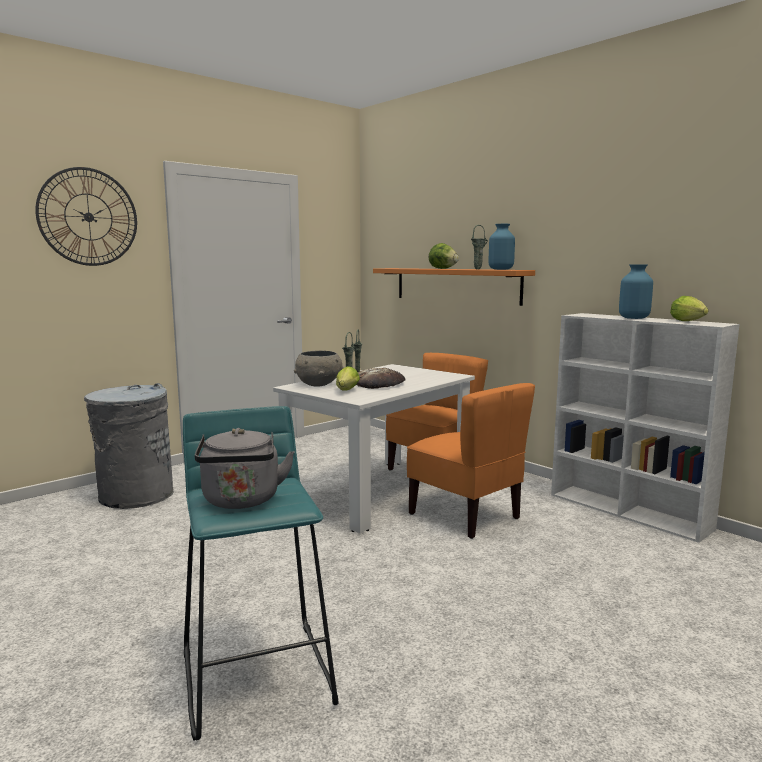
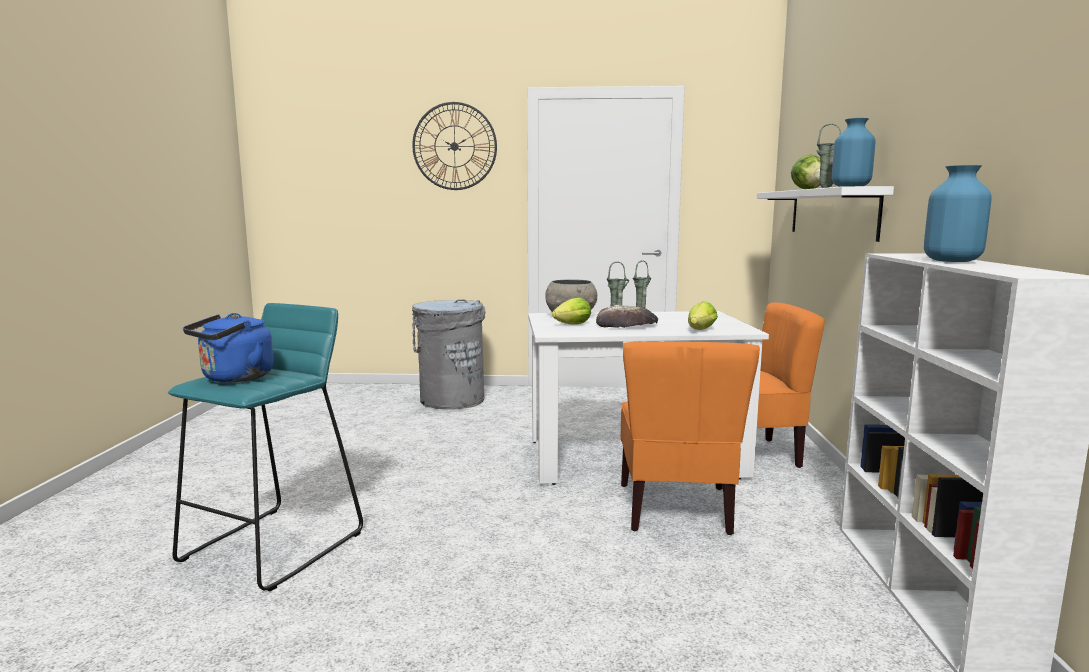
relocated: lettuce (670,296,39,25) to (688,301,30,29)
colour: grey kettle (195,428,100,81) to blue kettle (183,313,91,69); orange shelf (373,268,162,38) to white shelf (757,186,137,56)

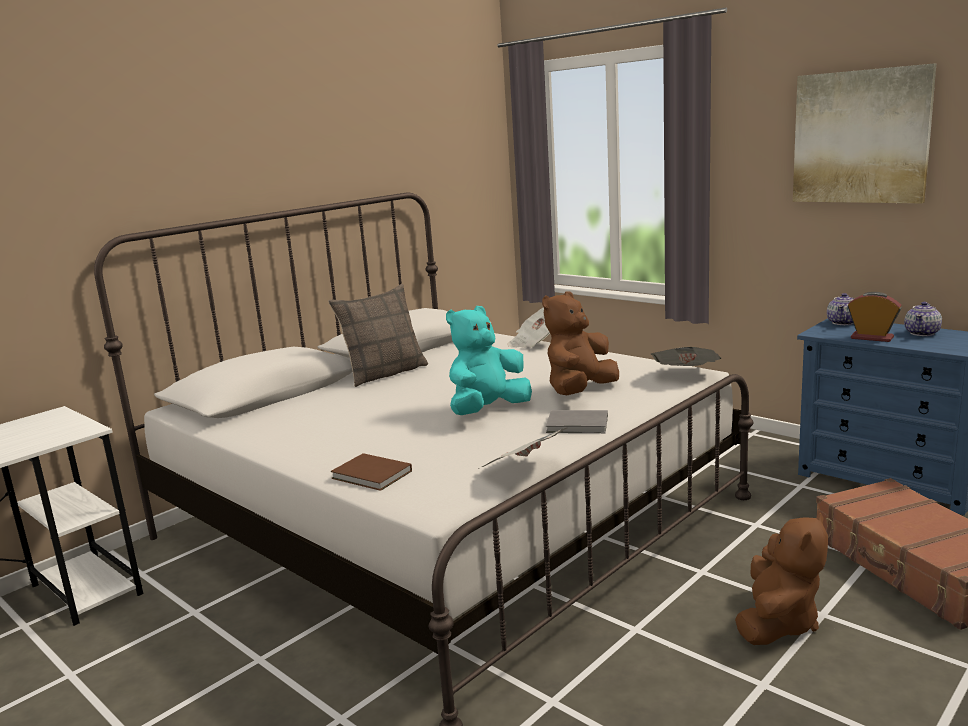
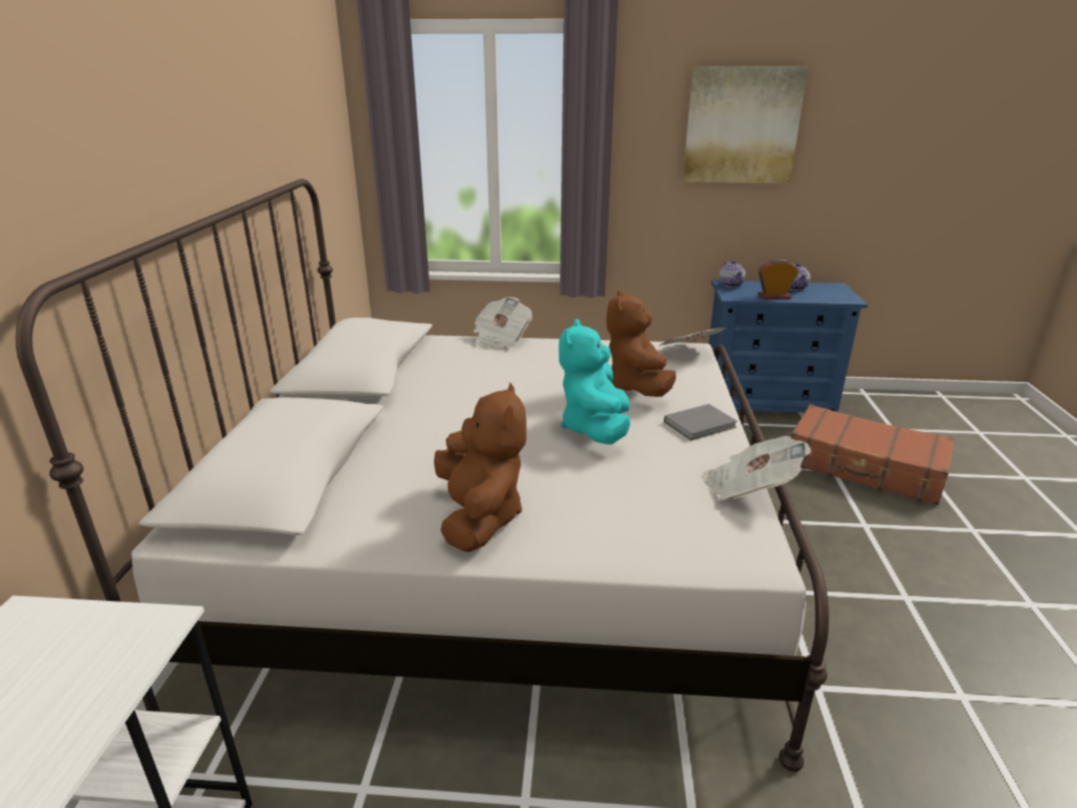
missing: pillow (328,284,100,103); brown book (331,453,81,38)
relocated: brown plush toy (735,512,93,133) to (434,383,93,169)

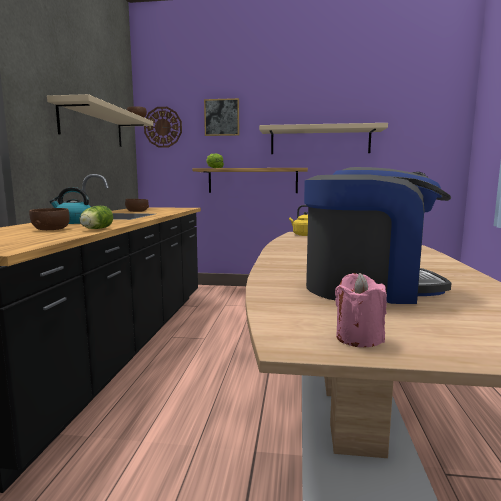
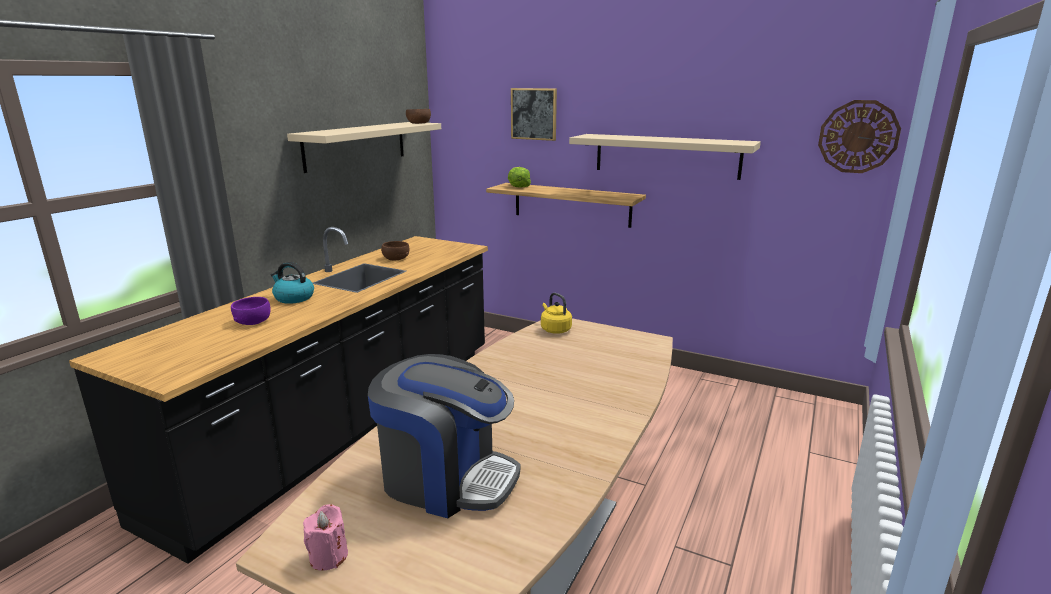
missing: lettuce (80,206,33,23)
relocated: wall clock (144,107,38,41) to (818,100,83,73)
colour: brown bowl (29,208,41,22) to purple bowl (231,297,40,28)

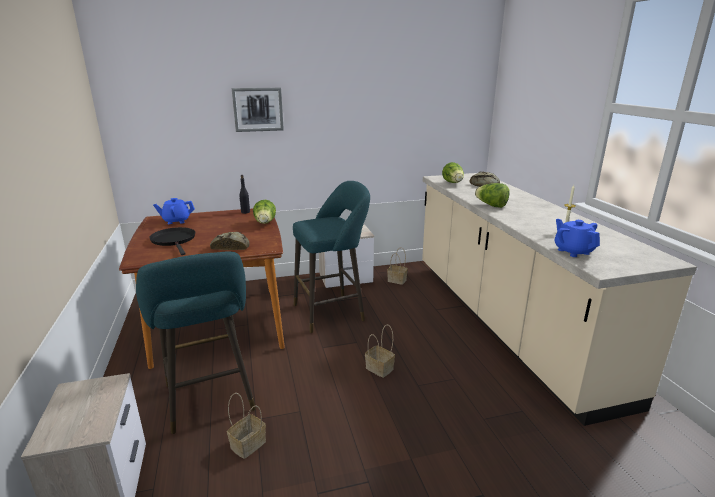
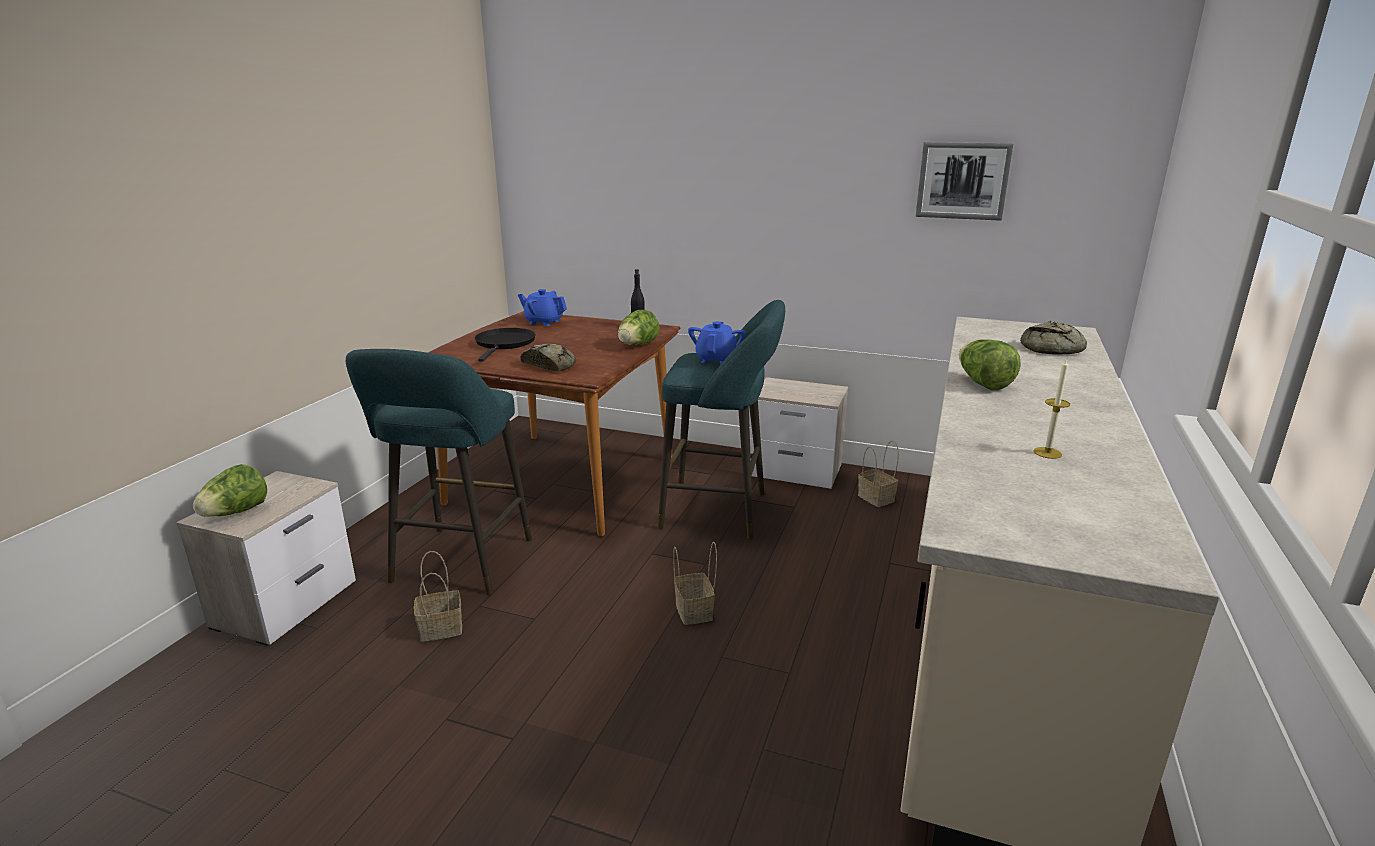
relocated: picture (232,88,52,44) to (916,142,97,79); lettuce (442,162,22,21) to (193,464,74,53); blue teapot (554,219,46,38) to (688,321,58,43)

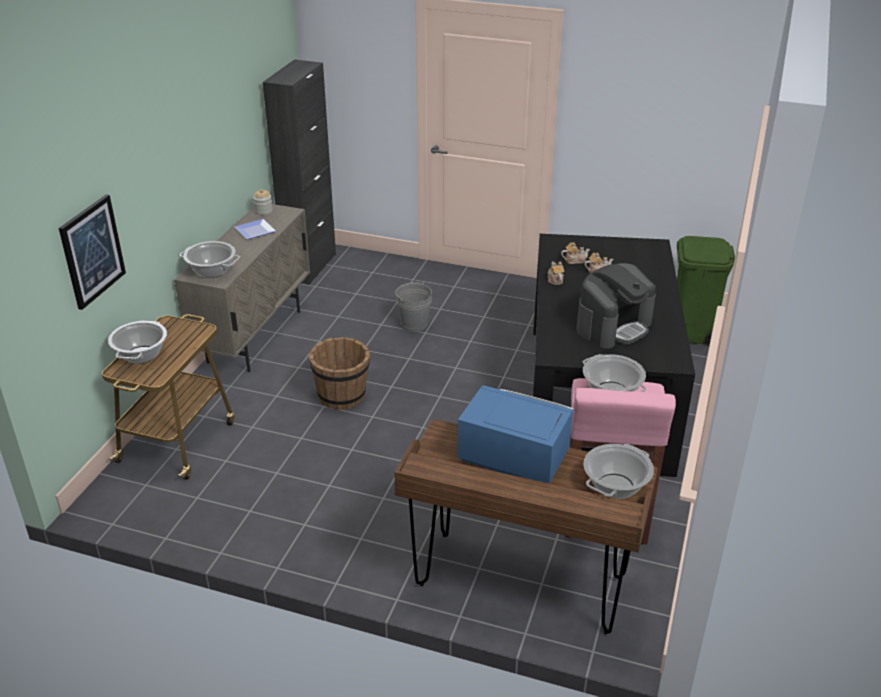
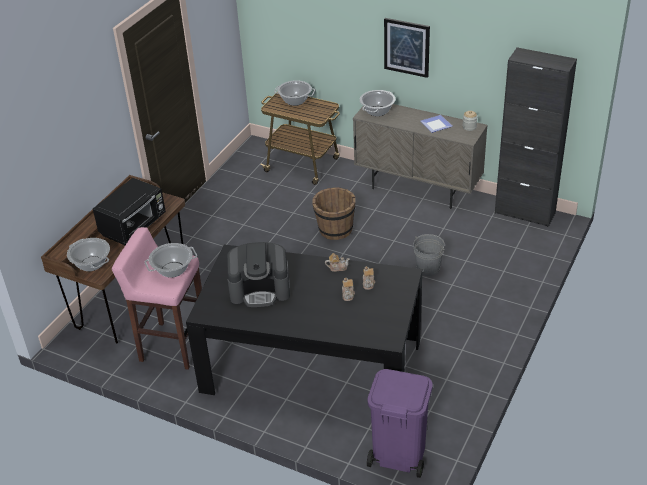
relocated: picture (59,194,67,116) to (384,18,46,60)
colour: blue microwave (457,385,117,98) to black microwave (93,178,73,67); green trash can (677,236,58,110) to purple trash can (367,369,66,109)
spun: coffee machine (577,263,79,86) = (227,242,63,65) 60 degrees counterclockwise

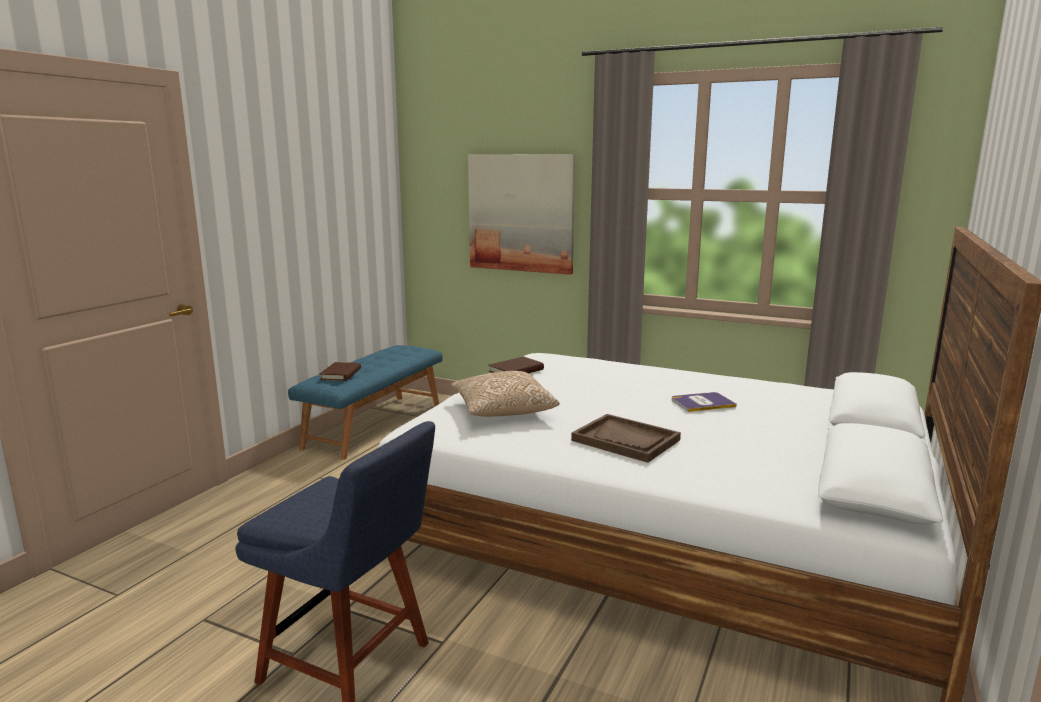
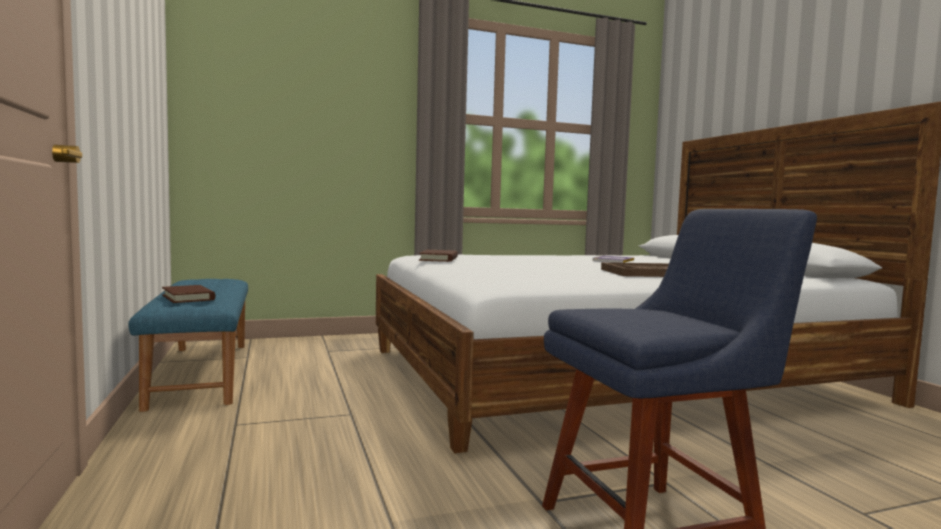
missing: pillow (451,371,108,46); picture (468,154,107,121)

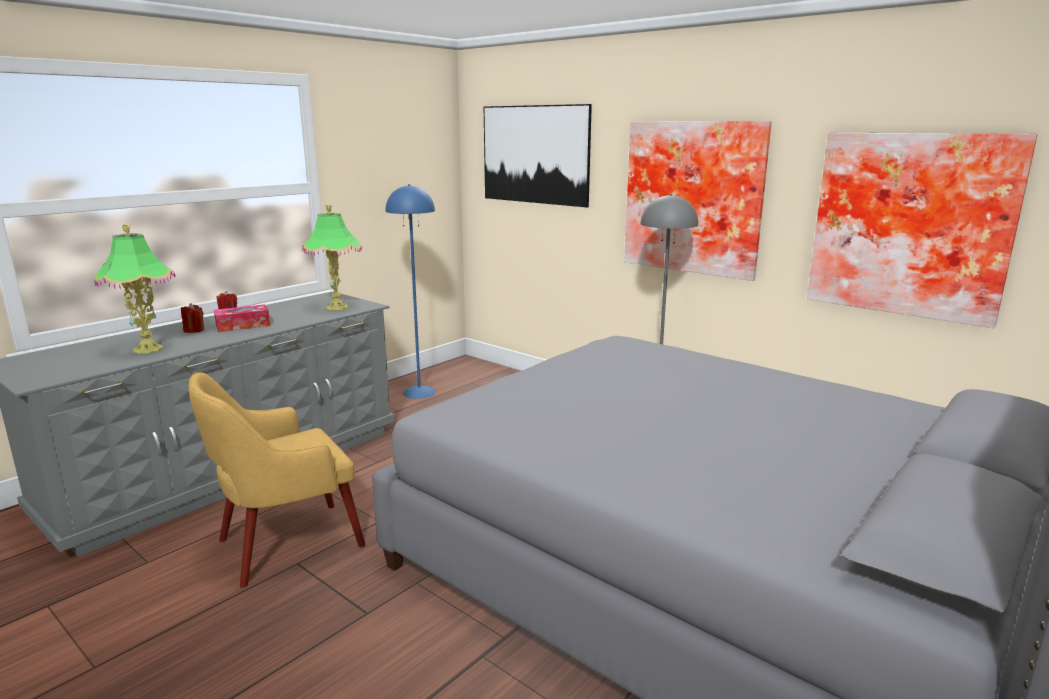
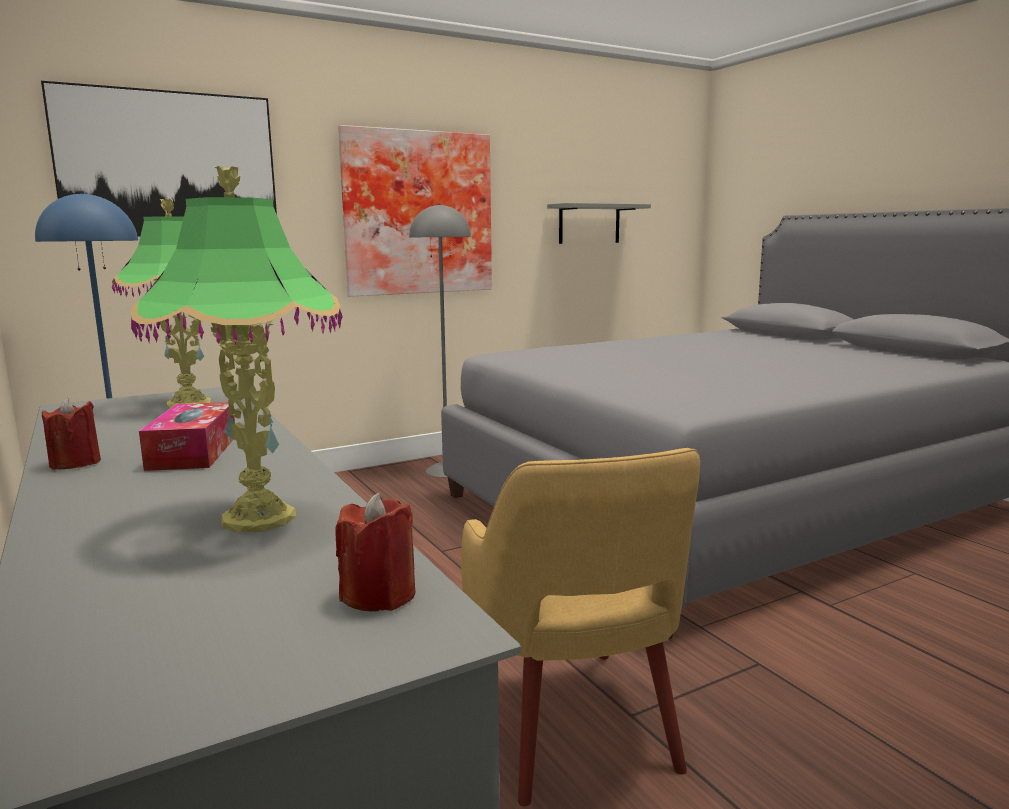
relocated: red candle (181,303,24,30) to (336,493,80,119)
exchanged: picture (807,133,230,195) to grey shelf (547,203,104,41)

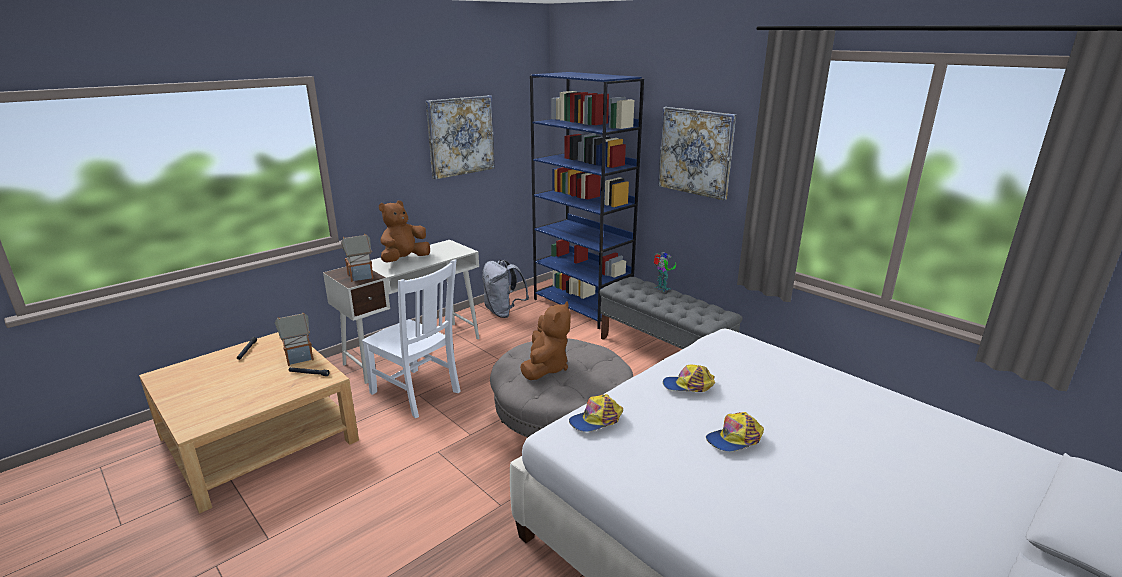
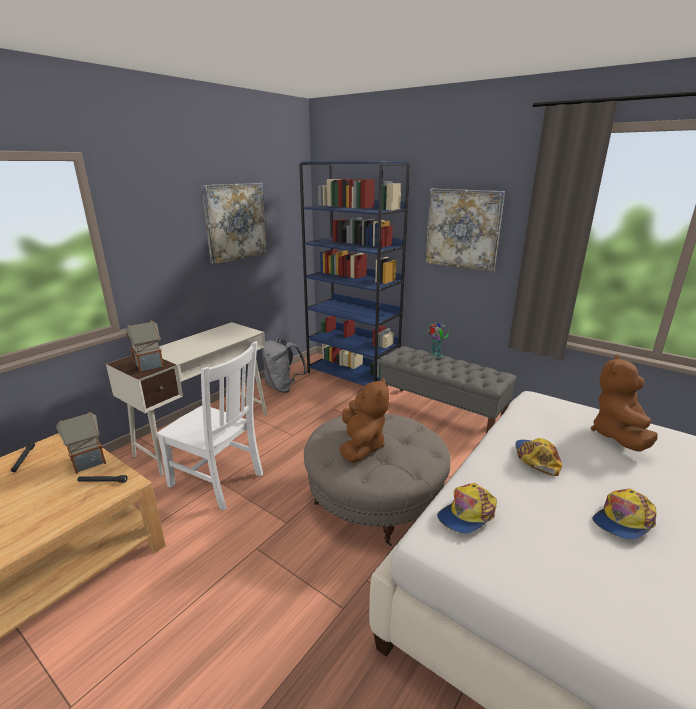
relocated: brown plush toy (379,201,51,62) to (591,354,67,98)
spun: cap (663,365,52,27) = (515,438,47,38) 105 degrees clockwise

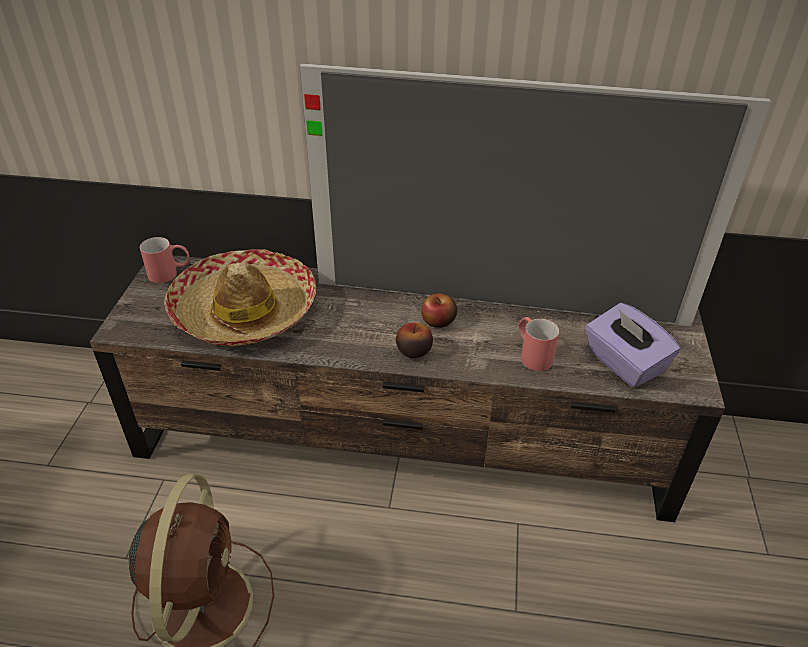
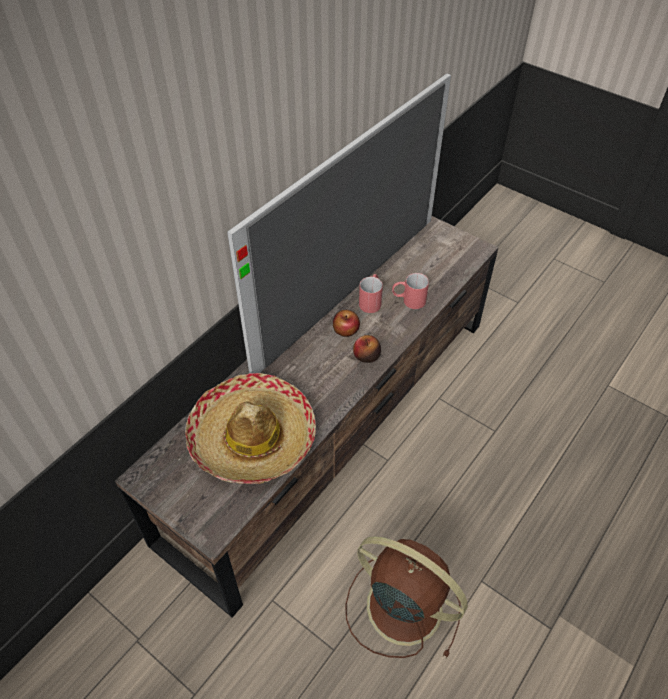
missing: purple tissue box (586,303,94,85)
relocated: red mug (140,237,49,46) to (359,274,24,39)

